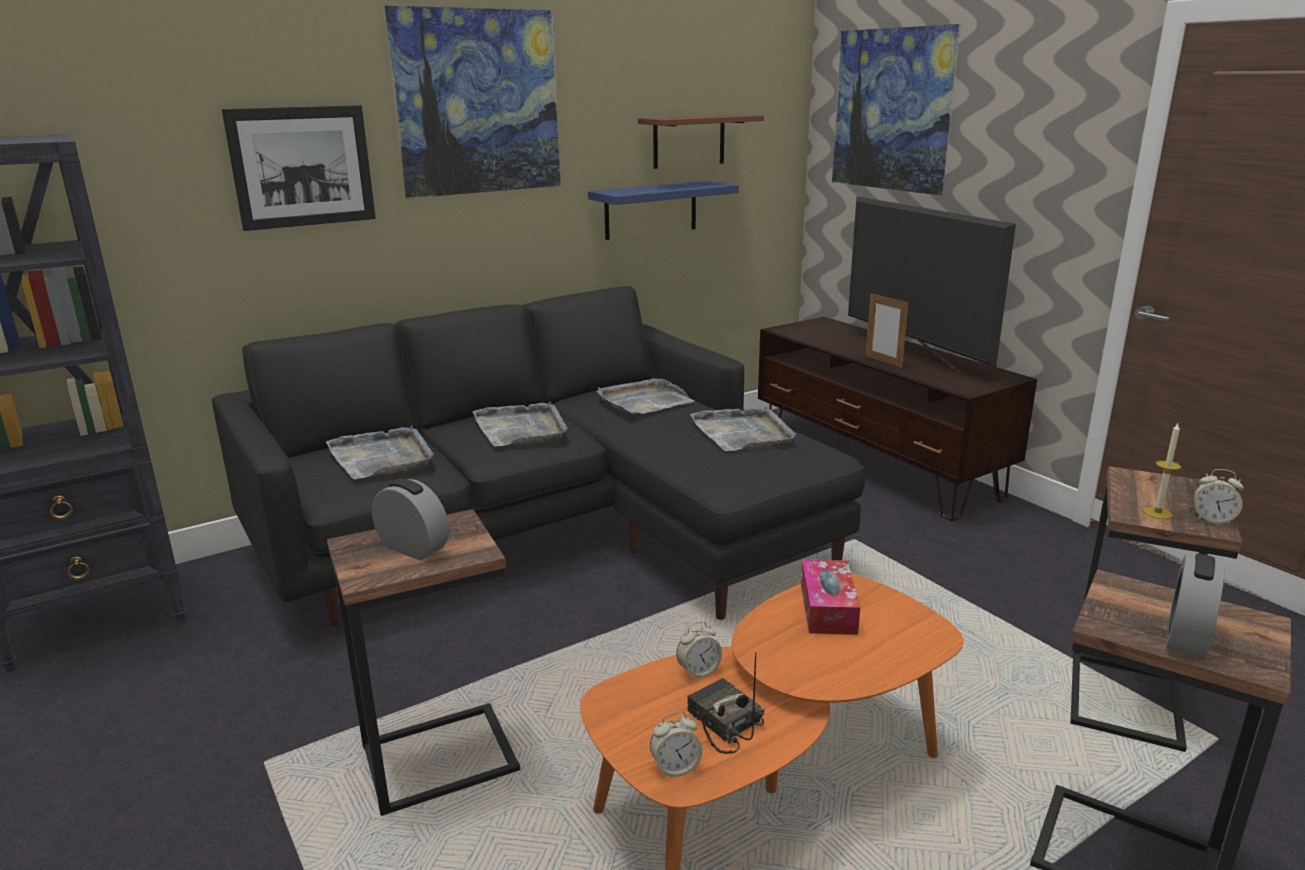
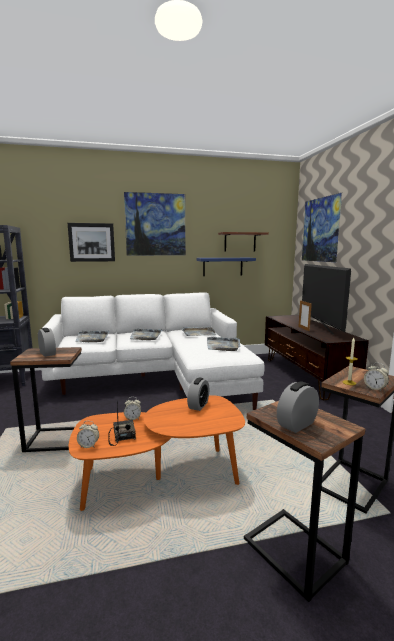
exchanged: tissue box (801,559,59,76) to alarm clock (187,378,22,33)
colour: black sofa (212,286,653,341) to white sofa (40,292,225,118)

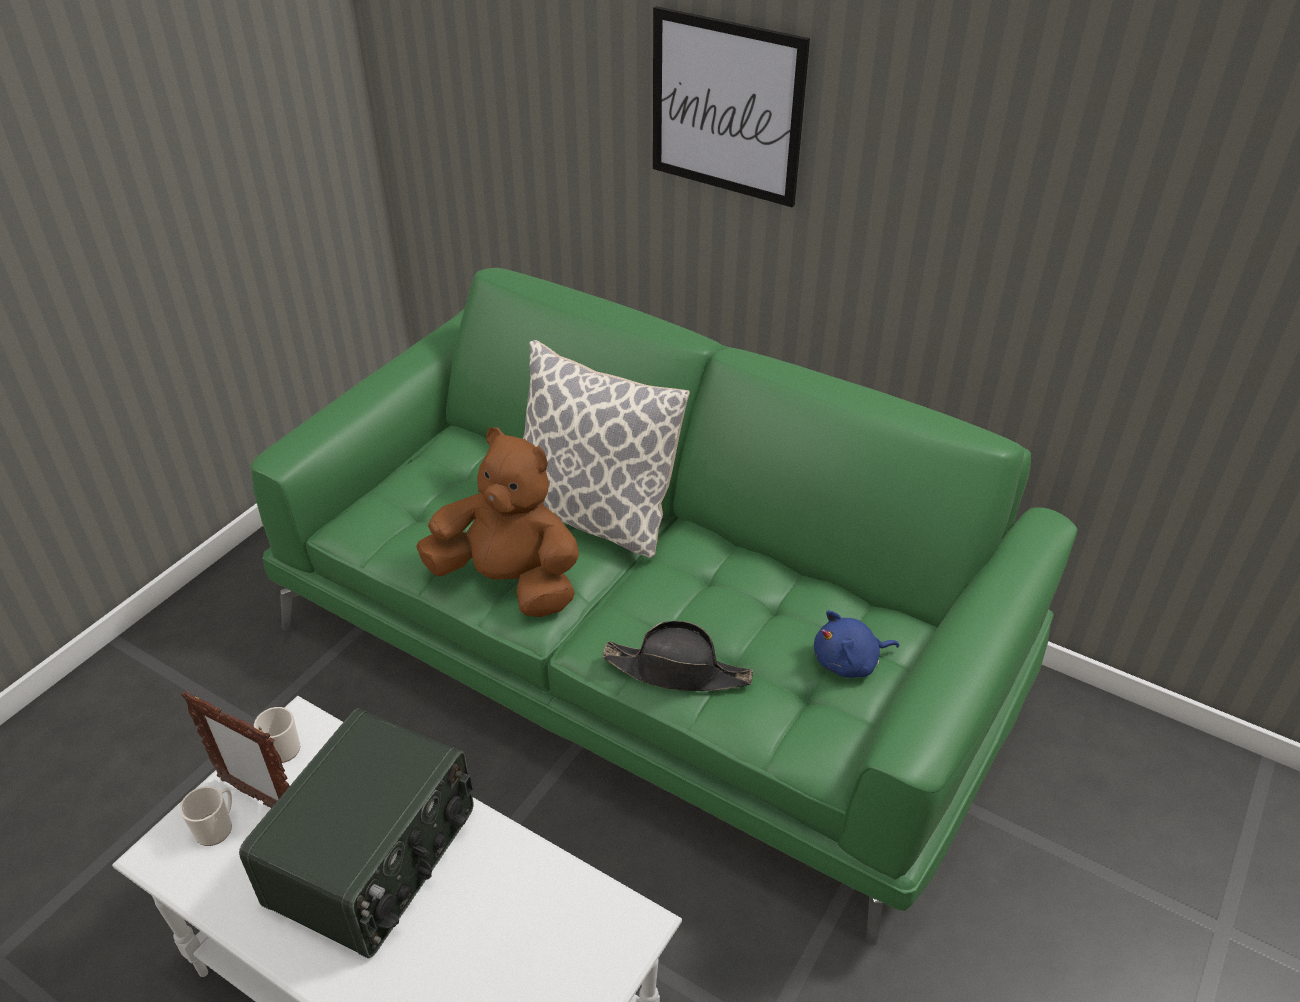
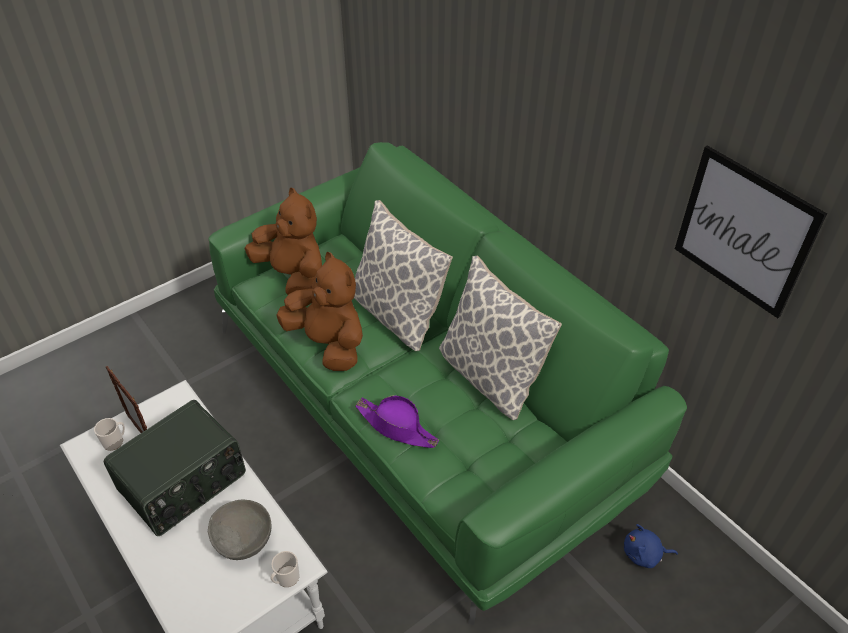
appeared: grey bowl (208,500,63,60); brown plush toy (244,188,78,107); pillow (439,255,123,165)
relocated: mug (254,707,46,56) to (270,551,30,36); picture (653,6,157,201) to (675,146,152,172); blue plush toy (814,610,85,68) to (624,524,54,44)
colour: black hat (603,621,150,70) to purple hat (355,395,84,53)

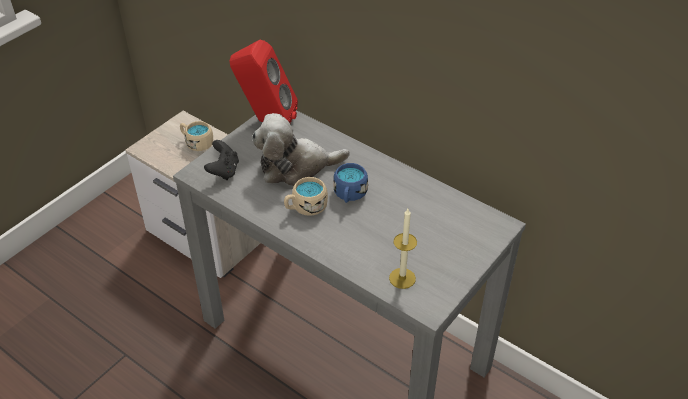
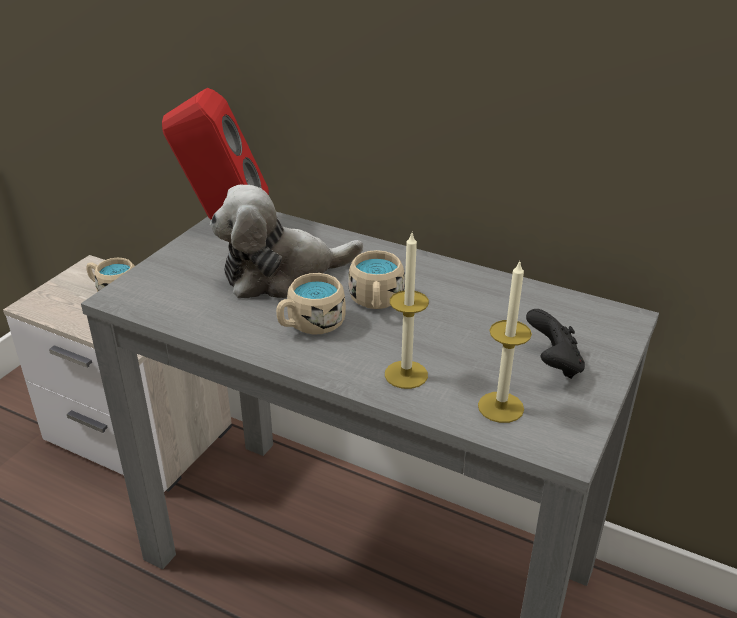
appeared: candle (385,233,44,156)
relocated: black game controller (204,140,35,40) to (526,309,59,70)
colour: blue mug (333,163,35,40) to beige mug (348,250,57,59)

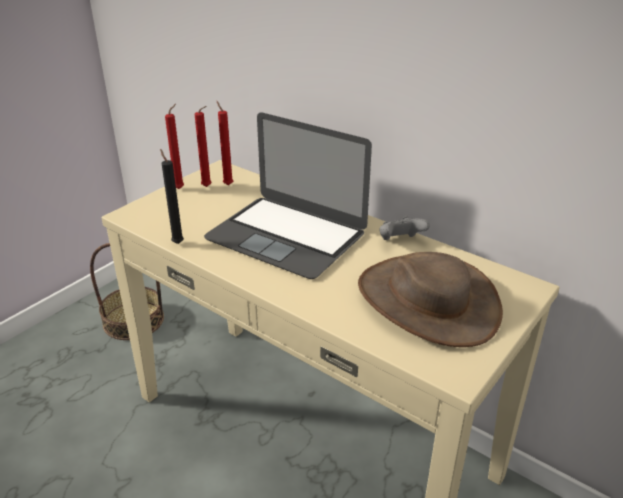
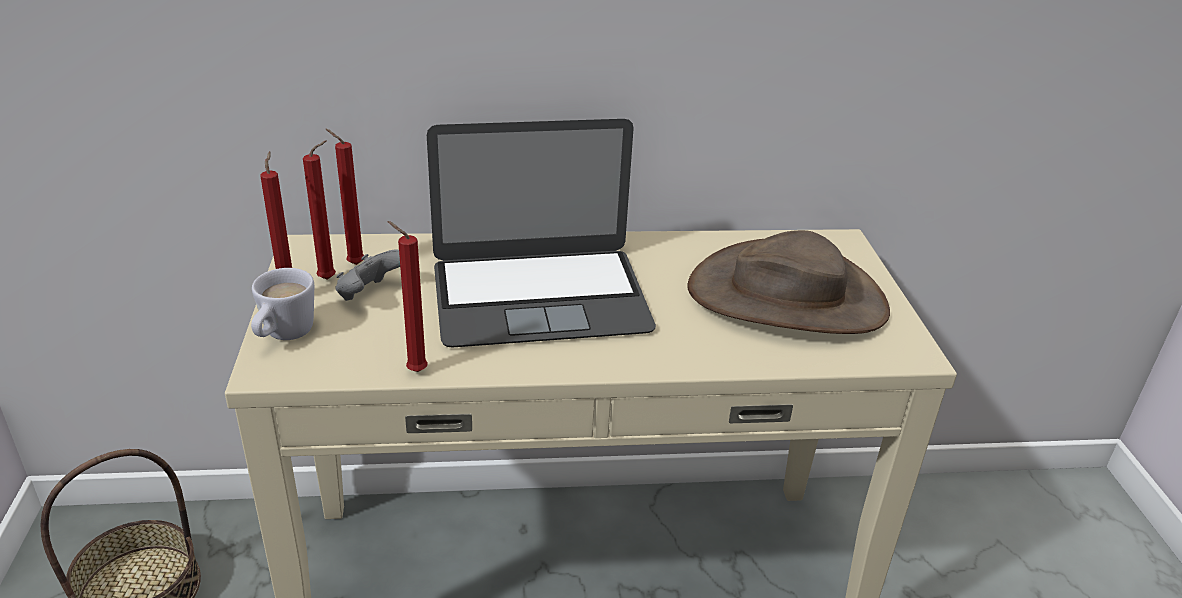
appeared: white mug (251,268,63,72)
relocated: grey game controller (379,216,51,24) to (335,249,65,52)
colour: black candle (160,149,24,95) to red candle (387,221,41,151)

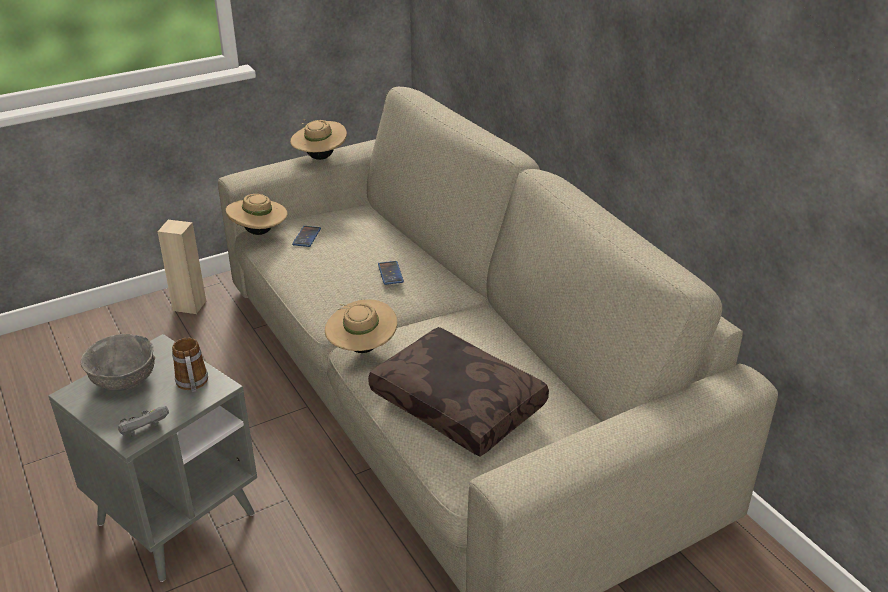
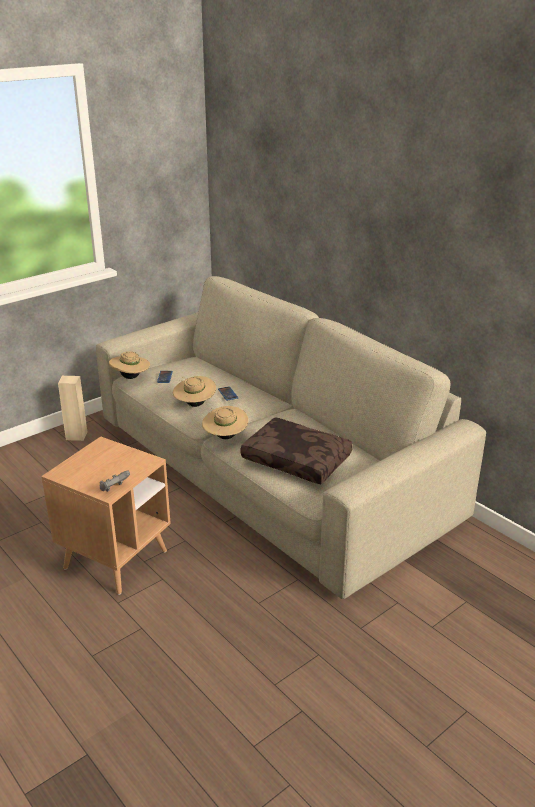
missing: grey bowl (81,334,74,57); mug (172,338,36,54)
relocated: beige hat (290,119,57,41) to (173,376,43,31)
colour: grey side table (48,334,209,248) to brown side table (41,436,130,159)

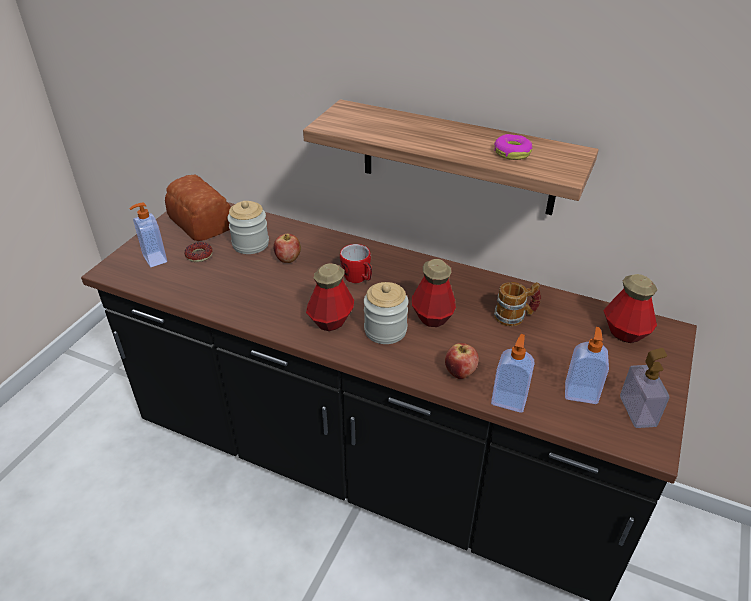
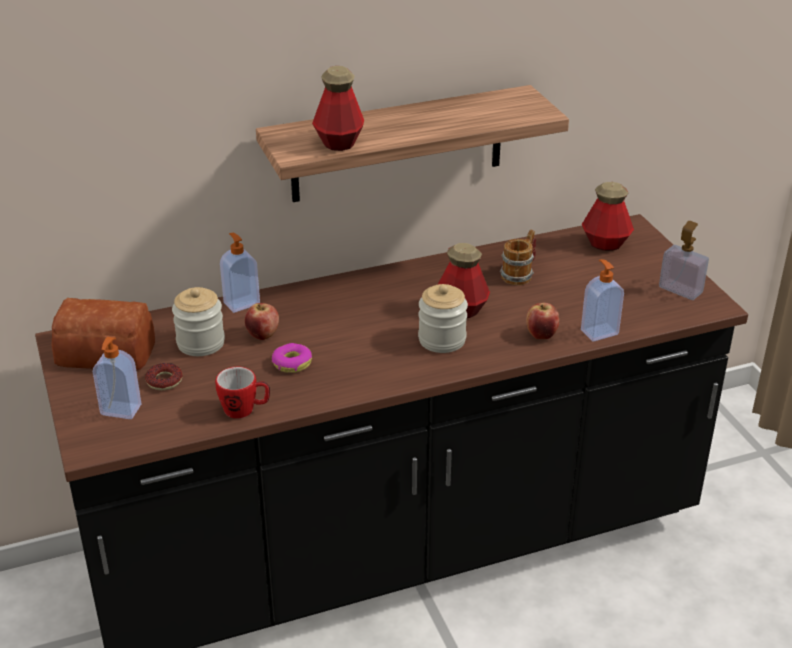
relocated: bottle (306,263,48,68) to (312,66,52,85); mug (340,244,32,39) to (215,367,55,52); donut (494,134,38,26) to (272,343,40,30); soap dispenser (565,327,44,77) to (220,233,40,80)

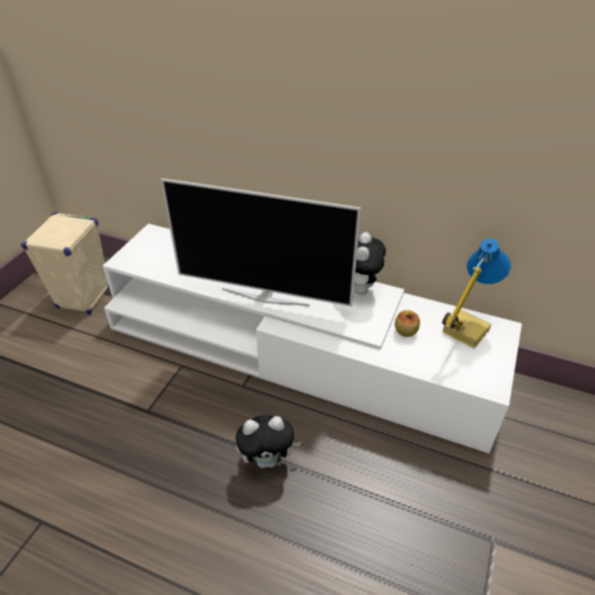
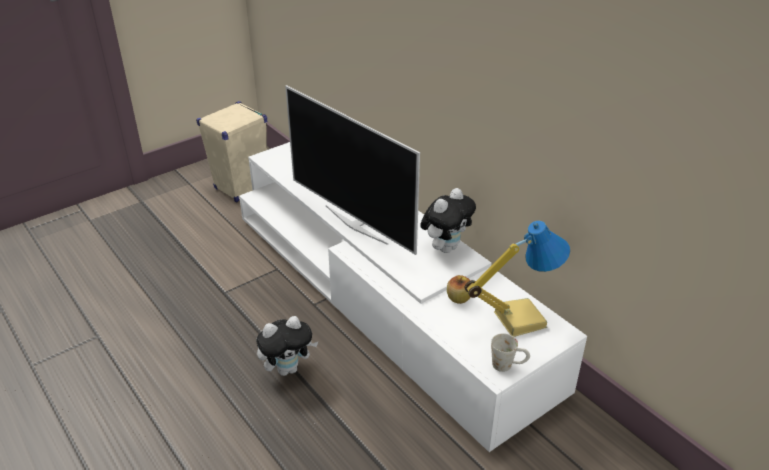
appeared: white mug (491,333,39,39)
spun: plush toy (236,415,65,53) = (256,316,62,60) 45 degrees counterclockwise

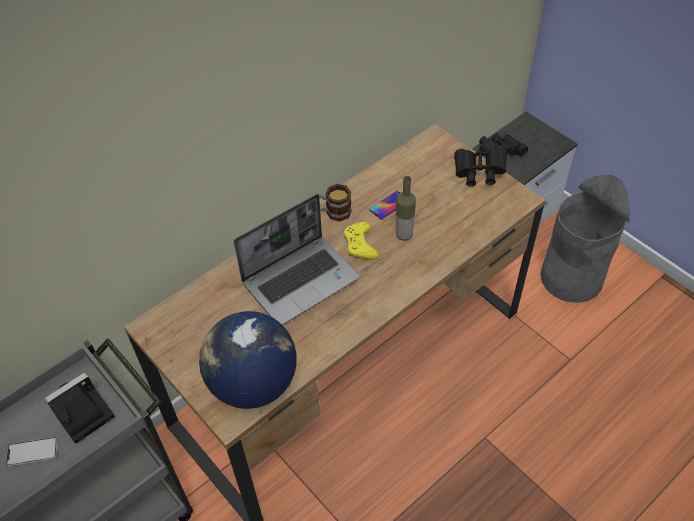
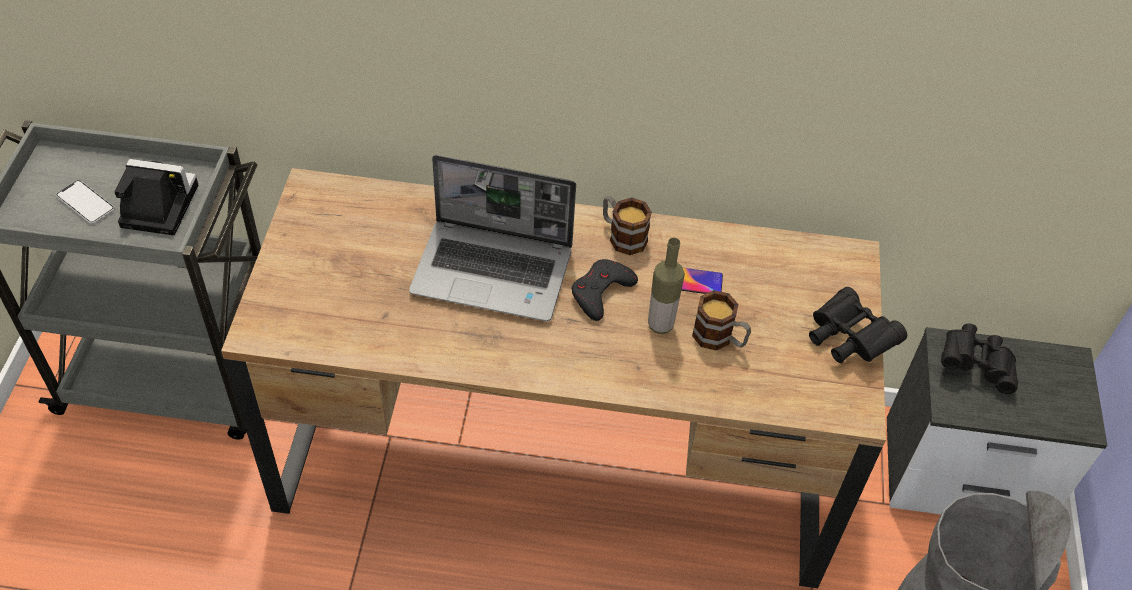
missing: globe (199,311,98,98)
appeared: mug (692,290,59,61)
colour: yellow game controller (344,222,35,38) to black game controller (571,259,67,62)

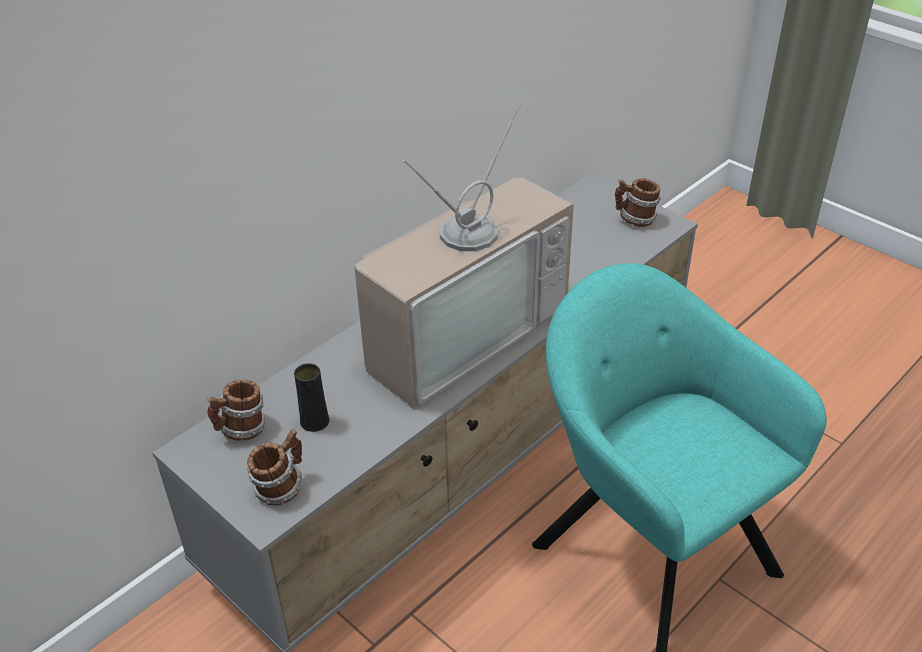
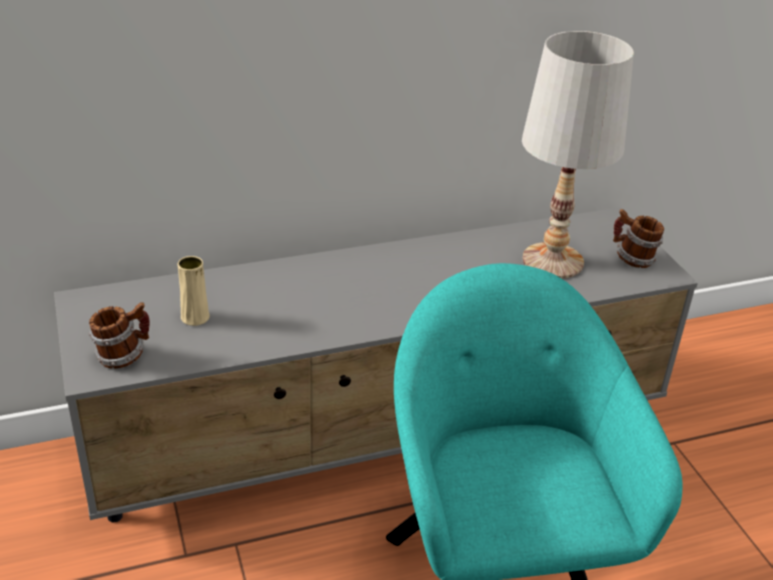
missing: mug (207,380,58,61); television (354,103,220,305)
appeared: white table lamp (522,31,112,248)
colour: black vase (294,363,35,69) to beige vase (178,256,32,70)

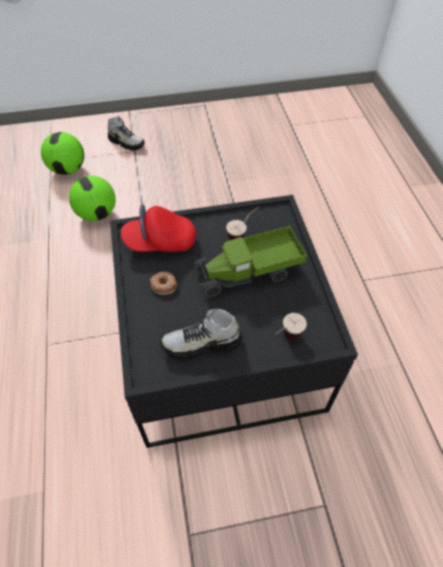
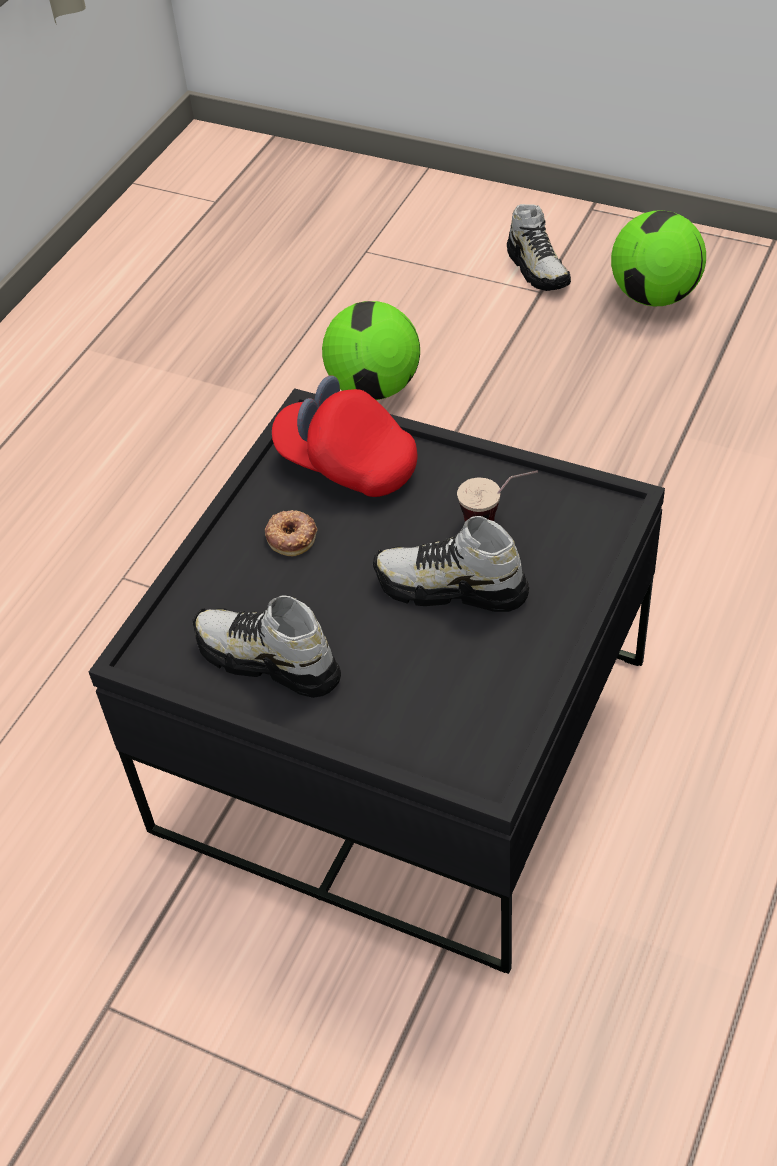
missing: cup (275,313,32,28)
relocated: football (41,132,43,43) to (611,210,95,96)
exchanged: toy truck (193,226,114,71) to shoe (373,516,156,96)

